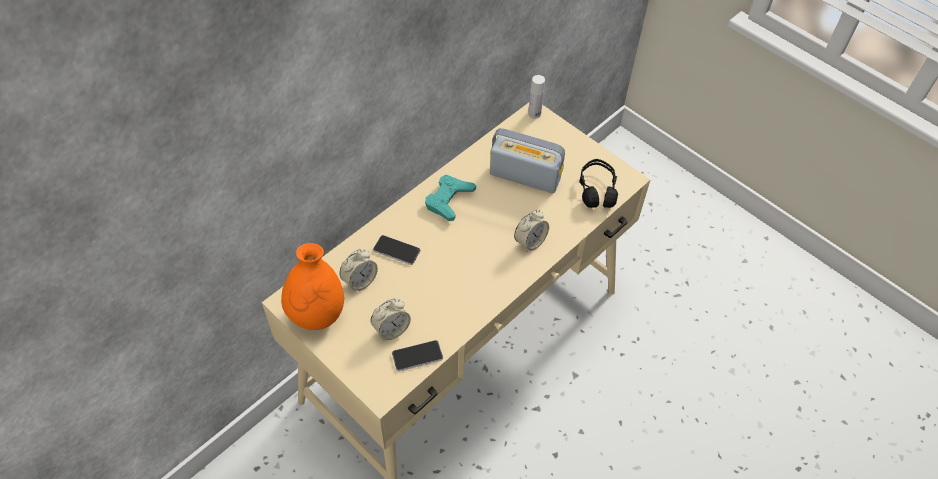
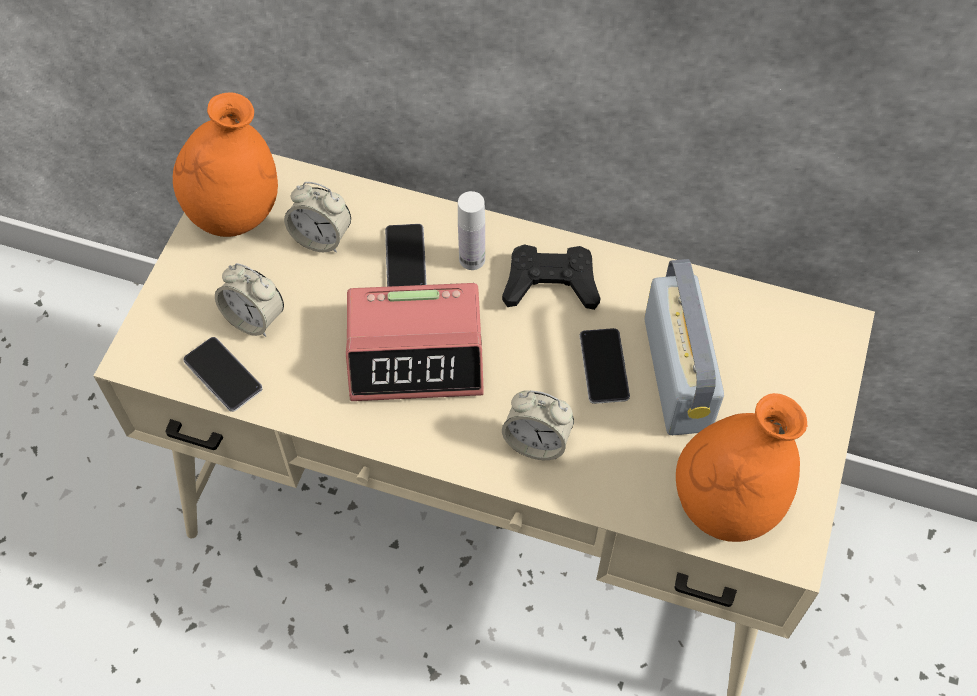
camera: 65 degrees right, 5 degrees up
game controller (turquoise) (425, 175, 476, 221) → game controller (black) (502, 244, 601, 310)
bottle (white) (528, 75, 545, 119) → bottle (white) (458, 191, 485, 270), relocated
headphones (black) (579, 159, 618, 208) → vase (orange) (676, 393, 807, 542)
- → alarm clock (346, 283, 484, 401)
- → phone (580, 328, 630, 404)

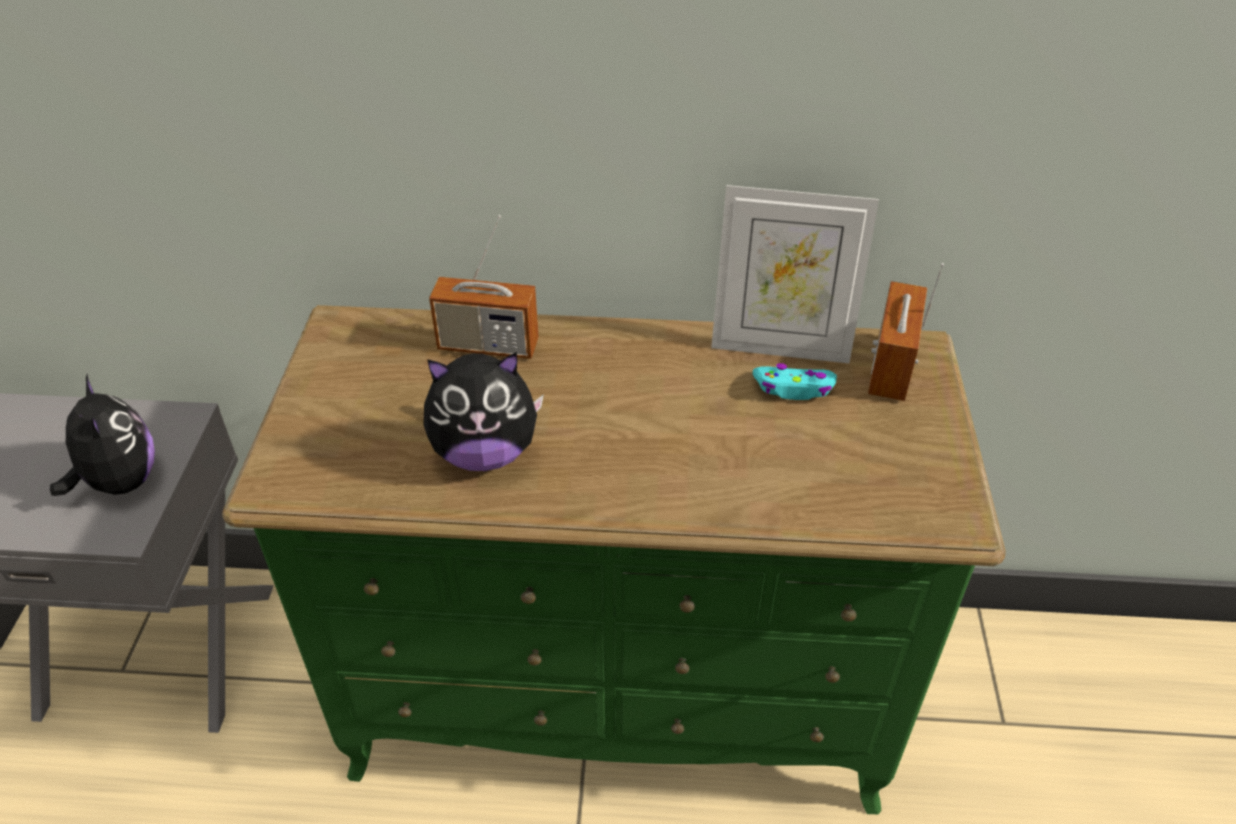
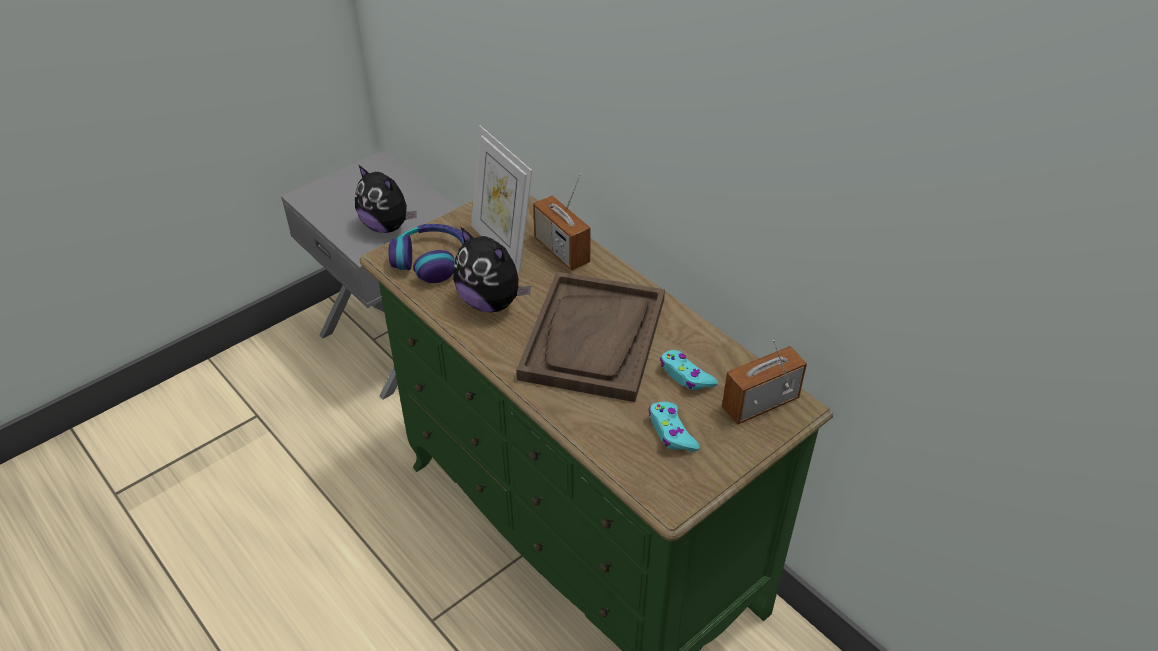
camera: 45 degrees right, 0 degrees up
plush toy (50, 374, 155, 496) → plush toy (355, 165, 417, 233), 105 degrees clockwise
picture frame (711, 185, 879, 363) → picture frame (471, 125, 532, 273), relocated
- → headphones (388, 224, 464, 283)
- → tray (brown) (516, 271, 665, 402)
- → game controller (turquoise) (649, 402, 700, 452)

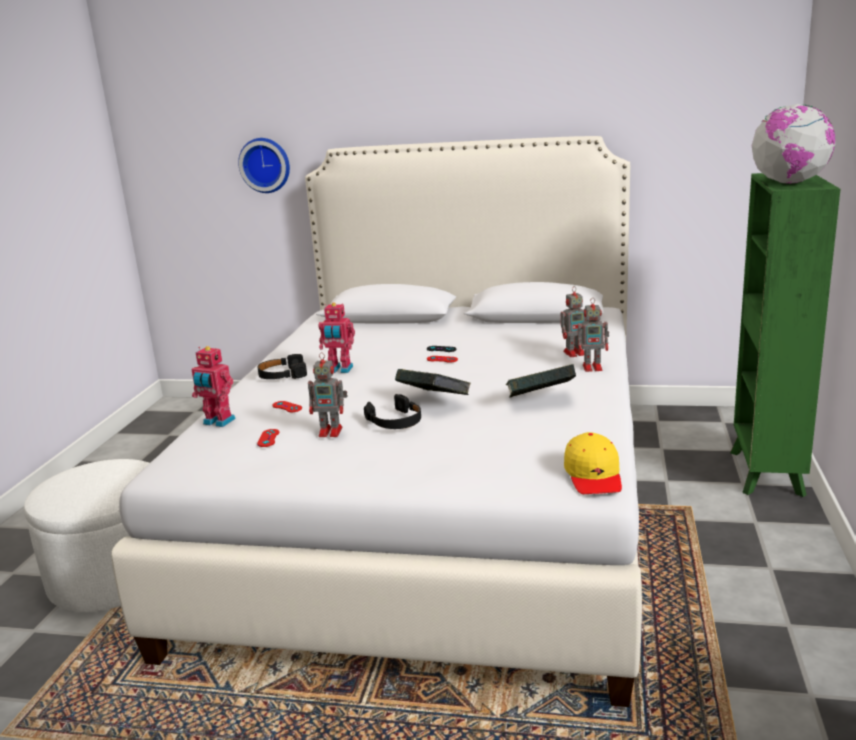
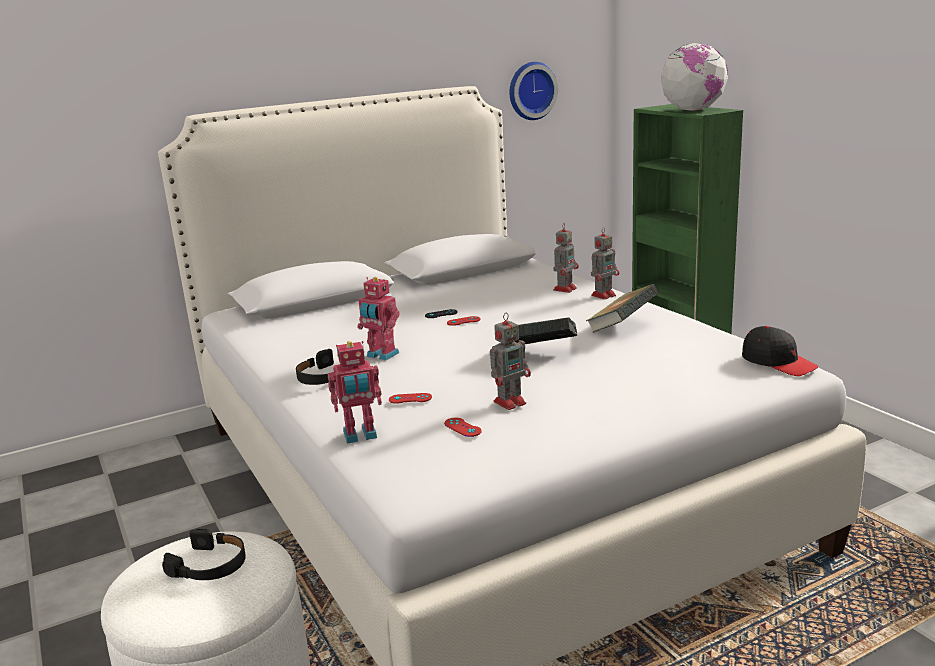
camera: 40 degrees left, 0 degrees up
wall clock (238, 138, 290, 193) → wall clock (509, 62, 558, 120), relocated
toy robot (318, 303, 355, 373) → toy robot (357, 277, 400, 361), 60 degrees clockwise
headphones (black) (364, 394, 421, 429) → headphones (black) (162, 529, 246, 580), relocated
cap (yellow) (564, 432, 622, 494) → cap (black) (742, 326, 819, 376)

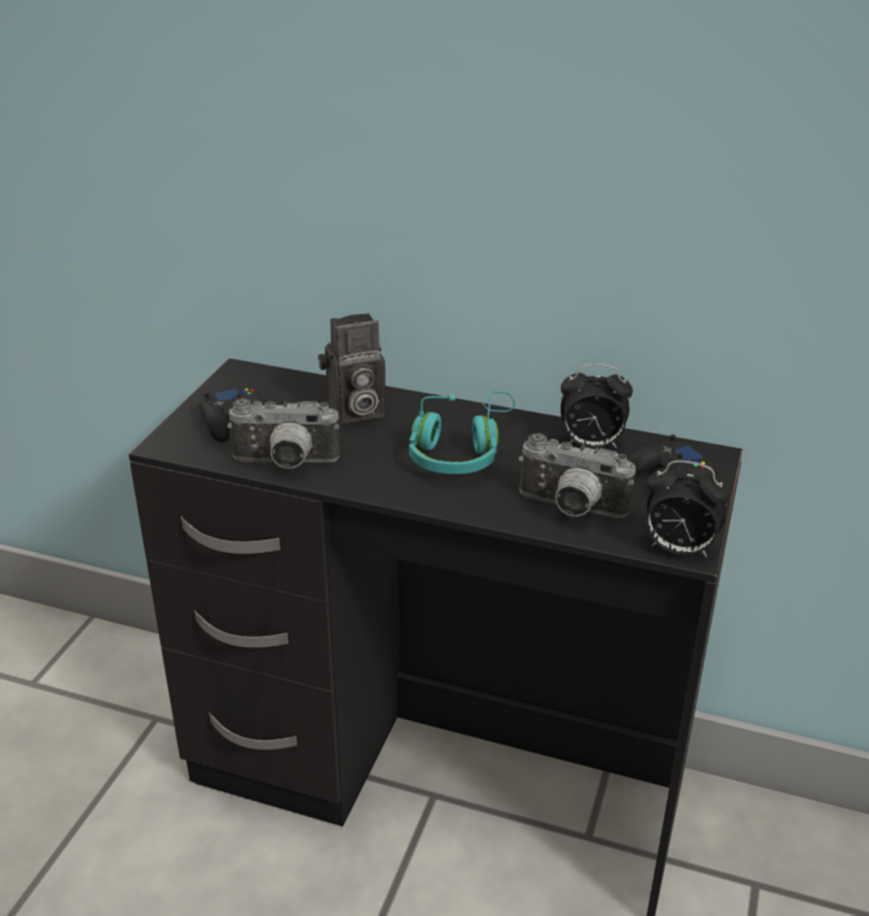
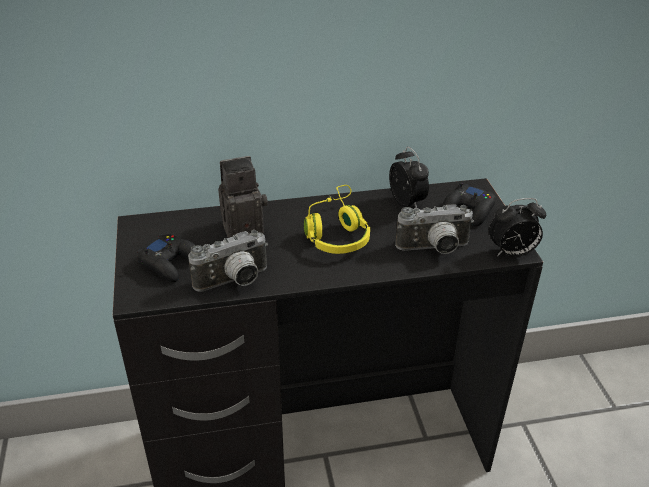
camera: 30 degrees left, 5 degrees up
photo camera (318, 313, 386, 424) → photo camera (218, 156, 268, 238), 150 degrees counterclockwise
headphones (turquoise) (409, 391, 515, 474) → headphones (yellow) (304, 185, 370, 254)
alarm clock (561, 364, 633, 448) → alarm clock (389, 147, 429, 208), 90 degrees counterclockwise

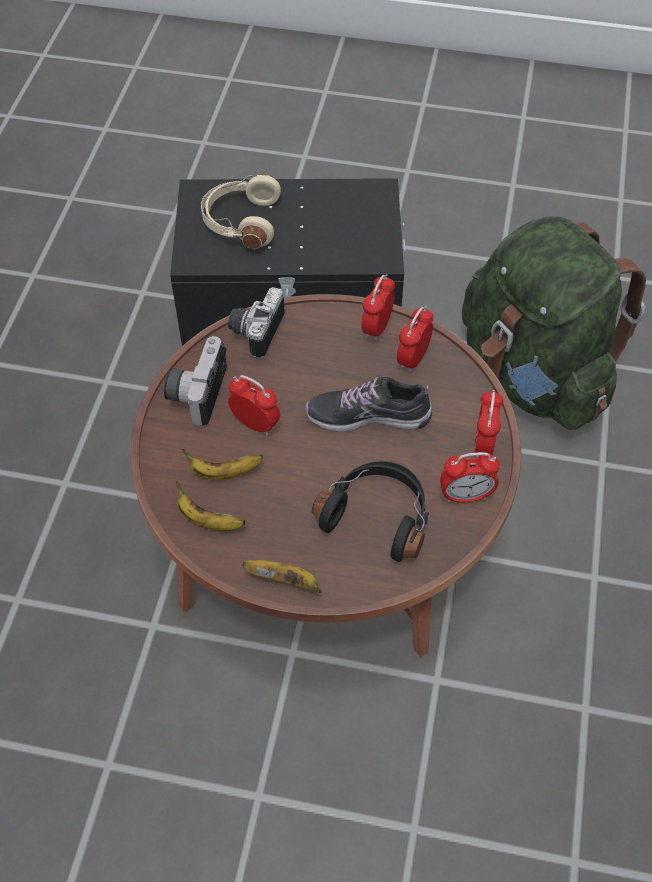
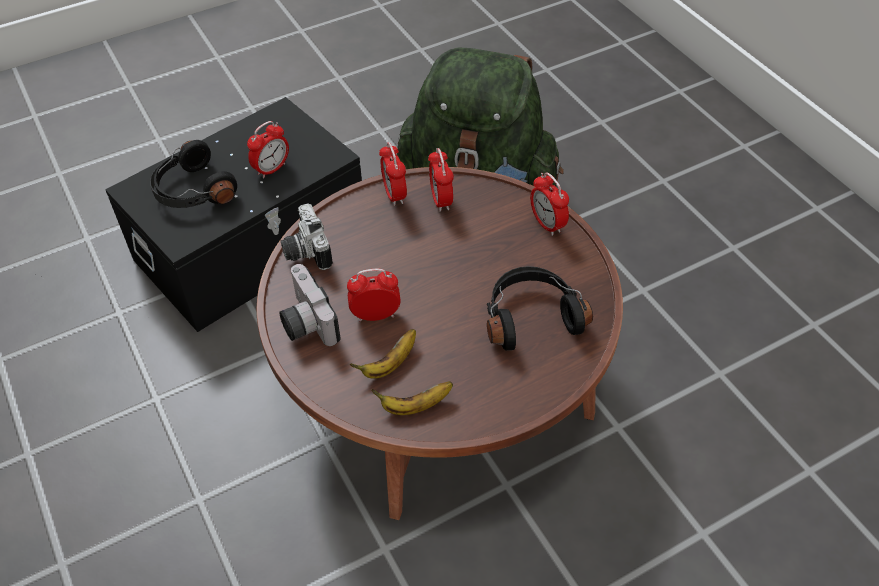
camera: 40 degrees left, 5 degrees down
headphones (beige) (201, 174, 281, 249) → headphones (black) (150, 140, 237, 208)
banana (243, 560, 322, 593) → -
shoe (305, 377, 432, 432) → -
alarm clock (440, 452, 500, 503) → alarm clock (247, 121, 289, 178), relocated

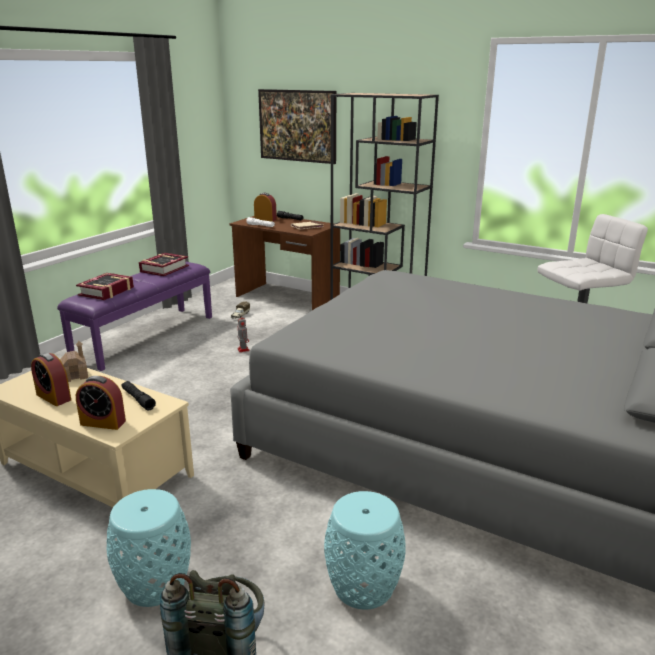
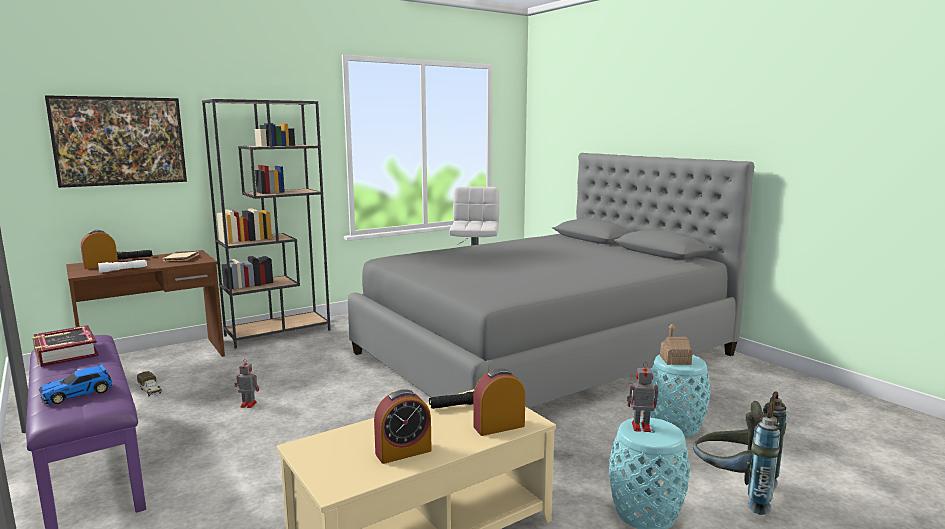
camera: 65 degrees left, 10 degrees down
toy house (60, 341, 88, 382) → toy house (660, 323, 693, 365), relocated
book (76, 273, 134, 300) → toy car (39, 364, 112, 404)
alarm clock (76, 376, 126, 430) → alarm clock (473, 368, 525, 436), 150 degrees counterclockwise
- → toy robot (627, 362, 658, 432)

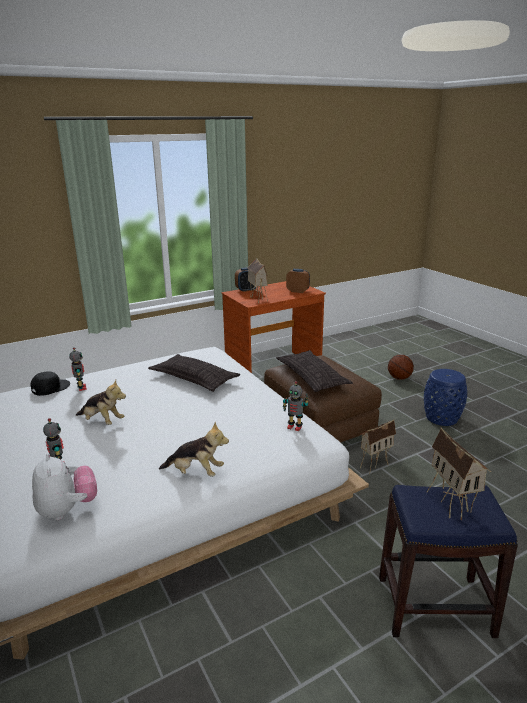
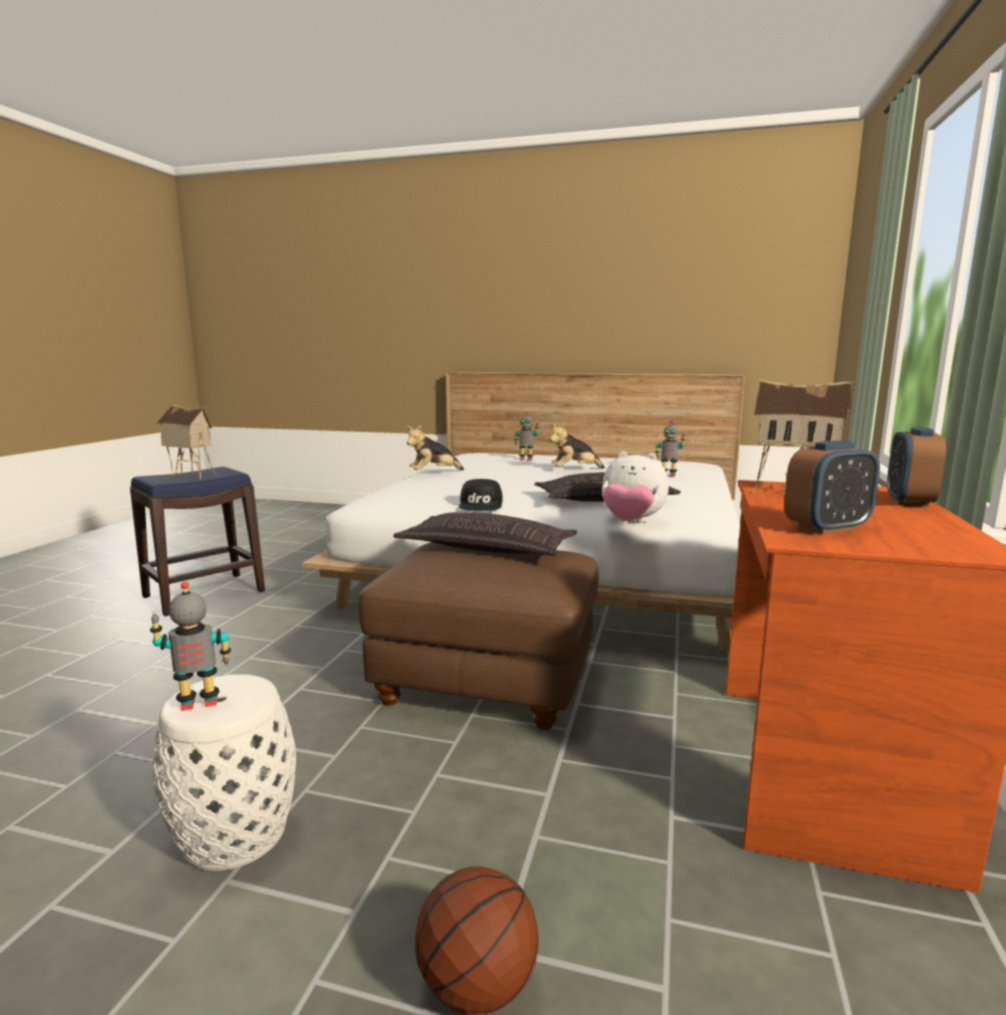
camera: 135 degrees right, 10 degrees down
cap (black) (30, 371, 70, 396) → cap (black) (459, 479, 503, 511), relocated
plush toy (32, 454, 97, 520) → plush toy (602, 451, 669, 523), relocated
toy robot (283, 381, 309, 431) → toy robot (150, 582, 231, 711), relocated
toy house (360, 420, 396, 474) → -
stool (blue) (424, 369, 467, 426) → stool (white) (153, 674, 296, 871)

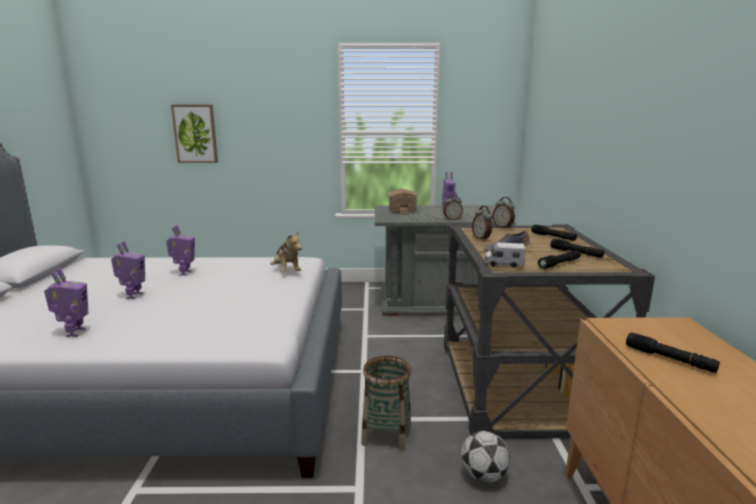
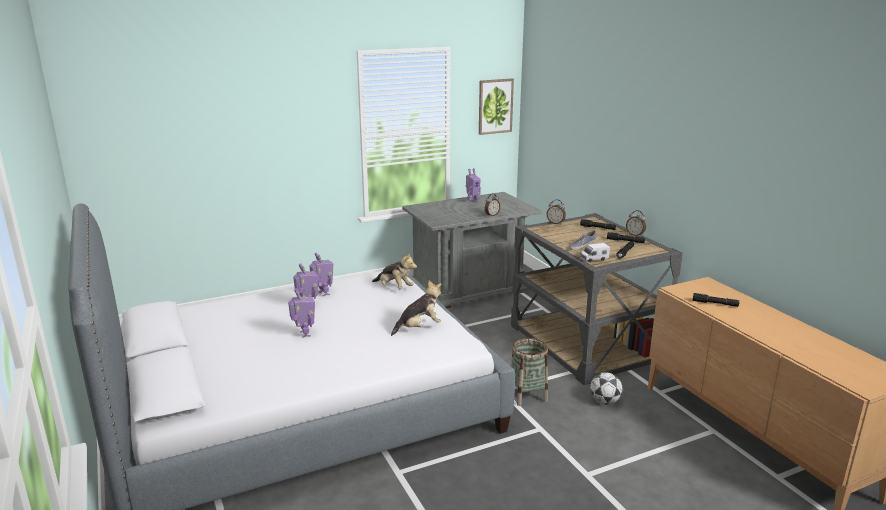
camera: 25 degrees left, 5 degrees up
toy robot (44, 269, 88, 337) → toy robot (309, 253, 333, 296), relocated
picture (171, 105, 218, 163) → picture (479, 79, 514, 135), relocated
toy house (387, 189, 419, 215) → -
alarm clock (472, 206, 493, 241) → alarm clock (626, 210, 646, 237), relocated
- → plush toy (391, 280, 441, 336)

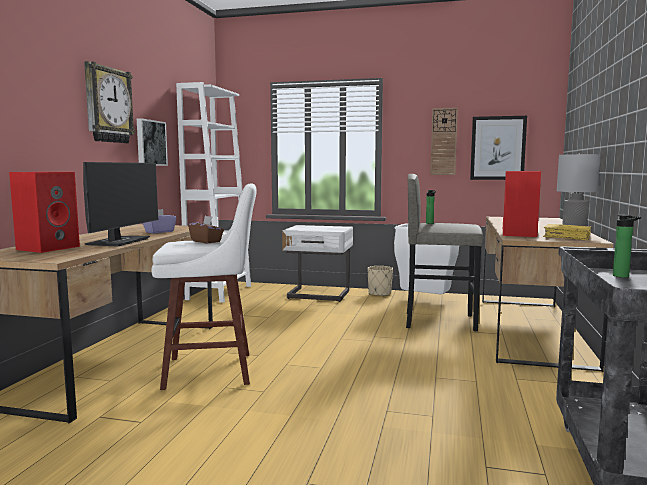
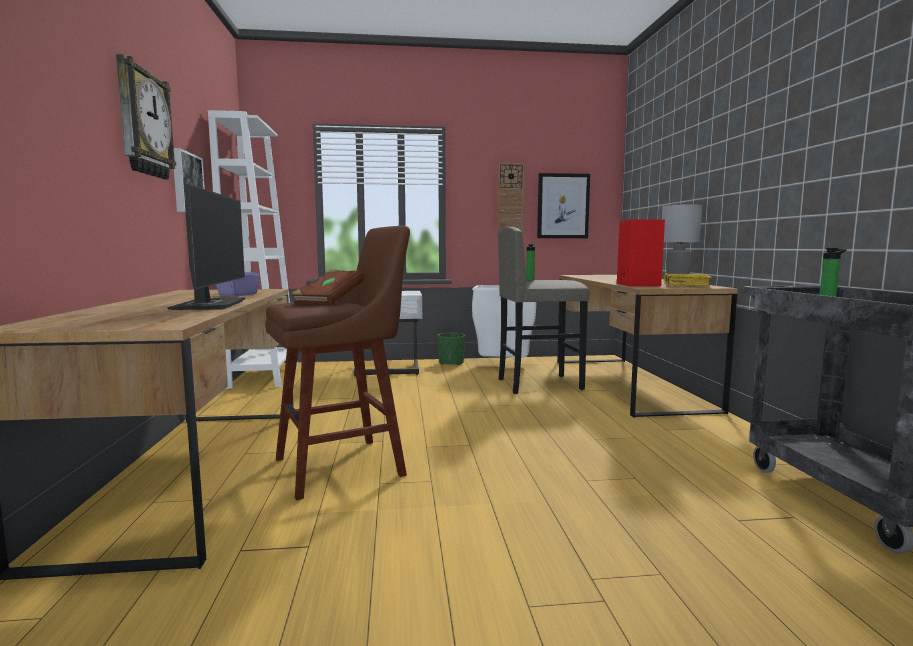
camera: 20 degrees left, 0 degrees up
speaker (red) (9, 172, 80, 253) → -
stool (white) (152, 184, 257, 390) → stool (brown) (265, 226, 410, 500)
tissue box (brown) (188, 216, 224, 243) → book (brown) (291, 269, 365, 304)
planter (beige) (367, 266, 393, 297) → planter (green) (437, 333, 465, 365)

